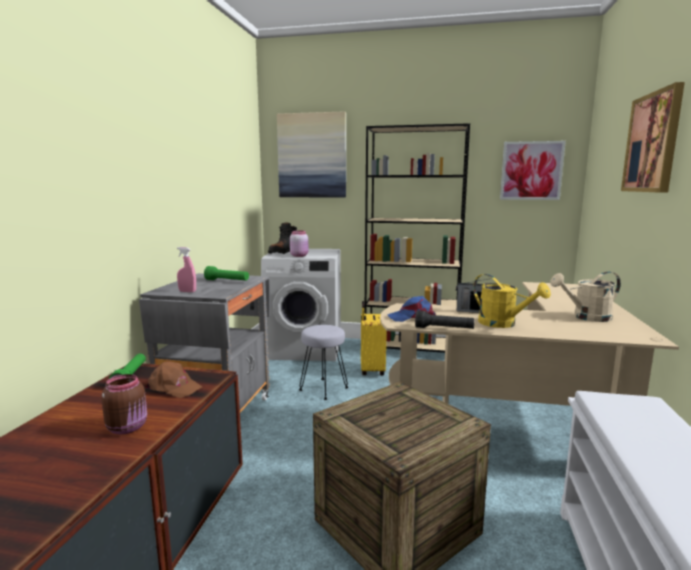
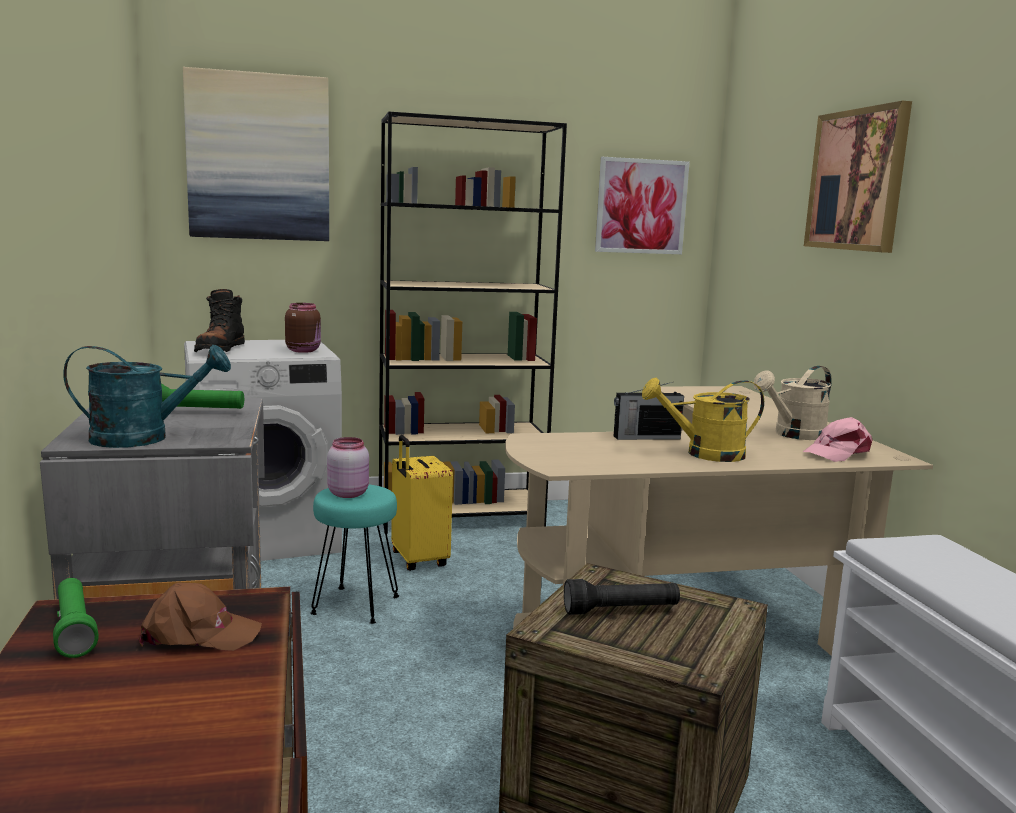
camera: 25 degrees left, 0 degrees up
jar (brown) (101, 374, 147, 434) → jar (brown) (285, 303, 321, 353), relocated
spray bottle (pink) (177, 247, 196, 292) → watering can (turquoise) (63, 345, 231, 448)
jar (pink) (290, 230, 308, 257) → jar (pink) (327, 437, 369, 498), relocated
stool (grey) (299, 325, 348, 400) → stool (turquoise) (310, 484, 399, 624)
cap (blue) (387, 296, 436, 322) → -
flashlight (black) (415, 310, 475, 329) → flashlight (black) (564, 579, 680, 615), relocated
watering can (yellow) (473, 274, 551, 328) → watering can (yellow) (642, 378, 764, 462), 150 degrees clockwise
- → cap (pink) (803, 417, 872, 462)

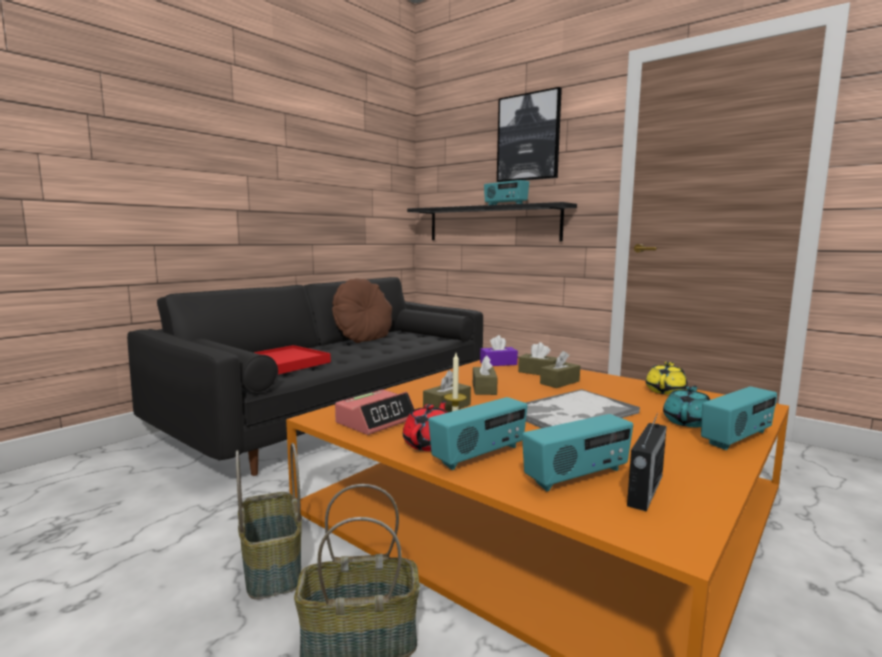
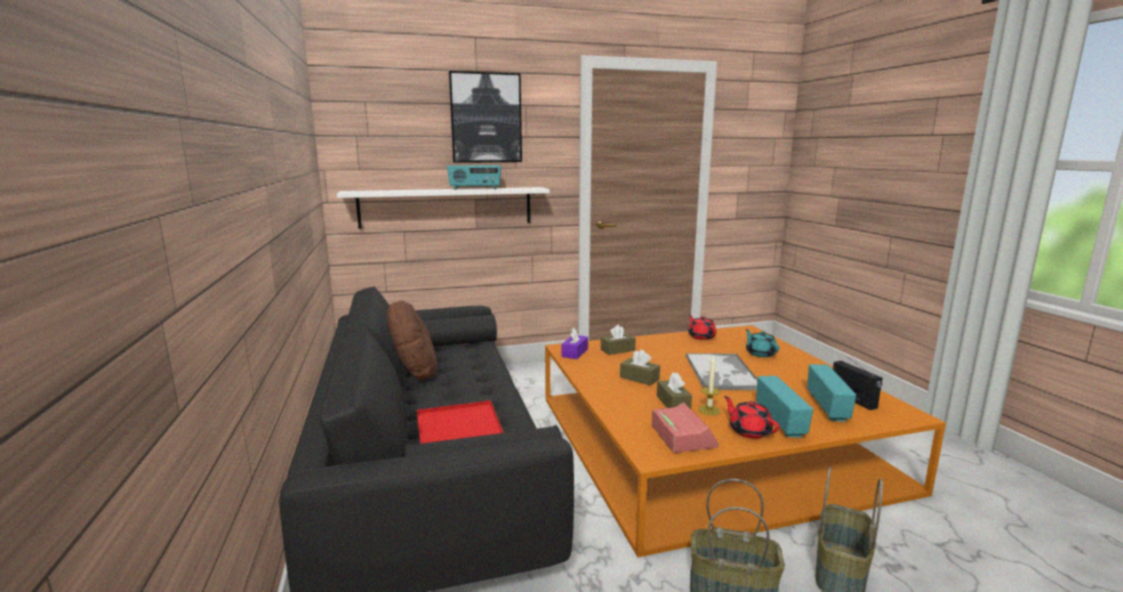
camera: 55 degrees left, 5 degrees up
shelf (black) (407, 202, 577, 241) → shelf (white) (337, 187, 550, 229)
tissue box (brown) (540, 351, 580, 388) → -
teapot (yellow) (646, 362, 688, 395) → teapot (red) (688, 315, 716, 340)
radio (701, 386, 777, 450) → -

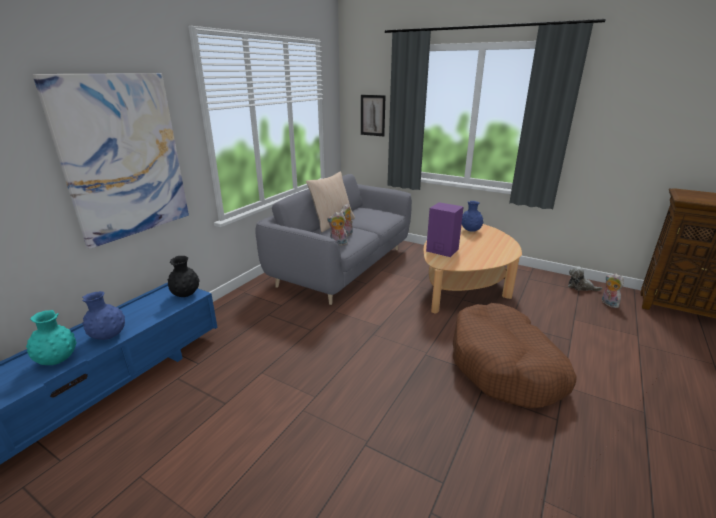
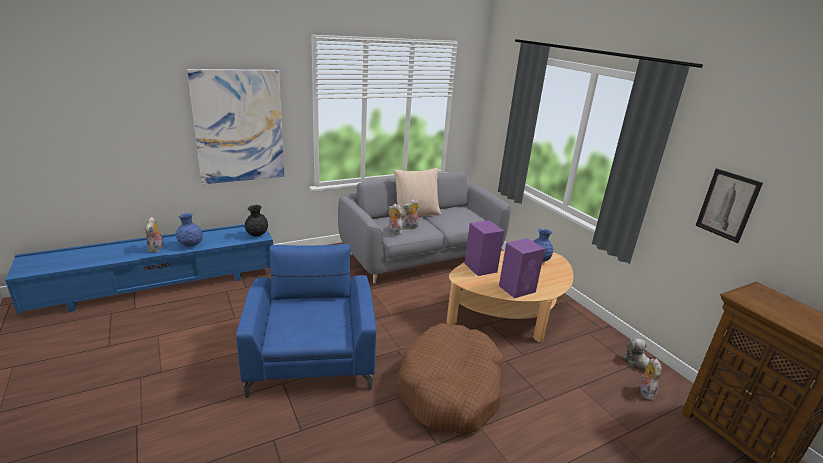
camera: 30 degrees right, 0 degrees up
vase (turquoise) (26, 310, 77, 365) → plush toy (145, 217, 163, 253)
picture (361, 95, 386, 136) → picture (695, 168, 763, 243), relocated
- → armchair (blue) (236, 244, 376, 398)
- → speaker (purple) (499, 238, 545, 298)

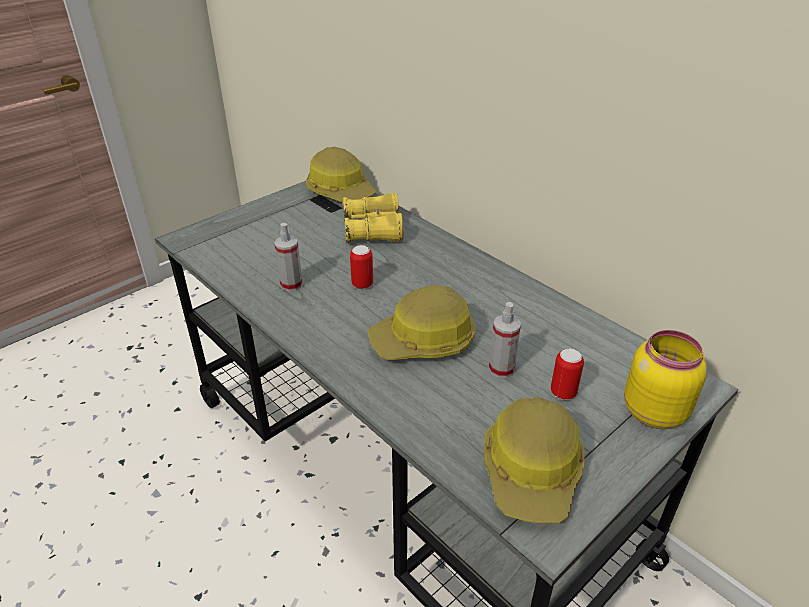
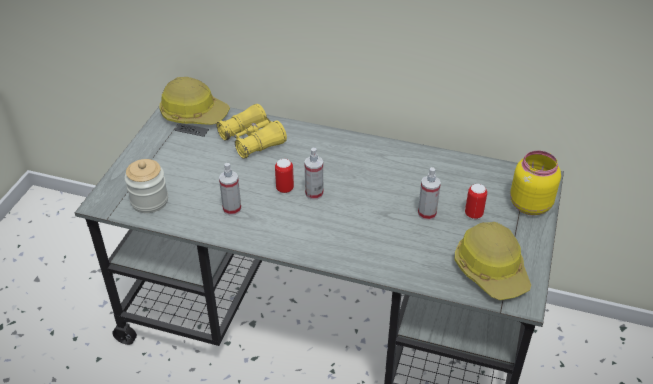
camera: 30 degrees left, 5 degrees up
hard hat (368, 285, 476, 360) → -
- → jar (125, 159, 168, 213)
- → spray bottle (305, 148, 323, 200)

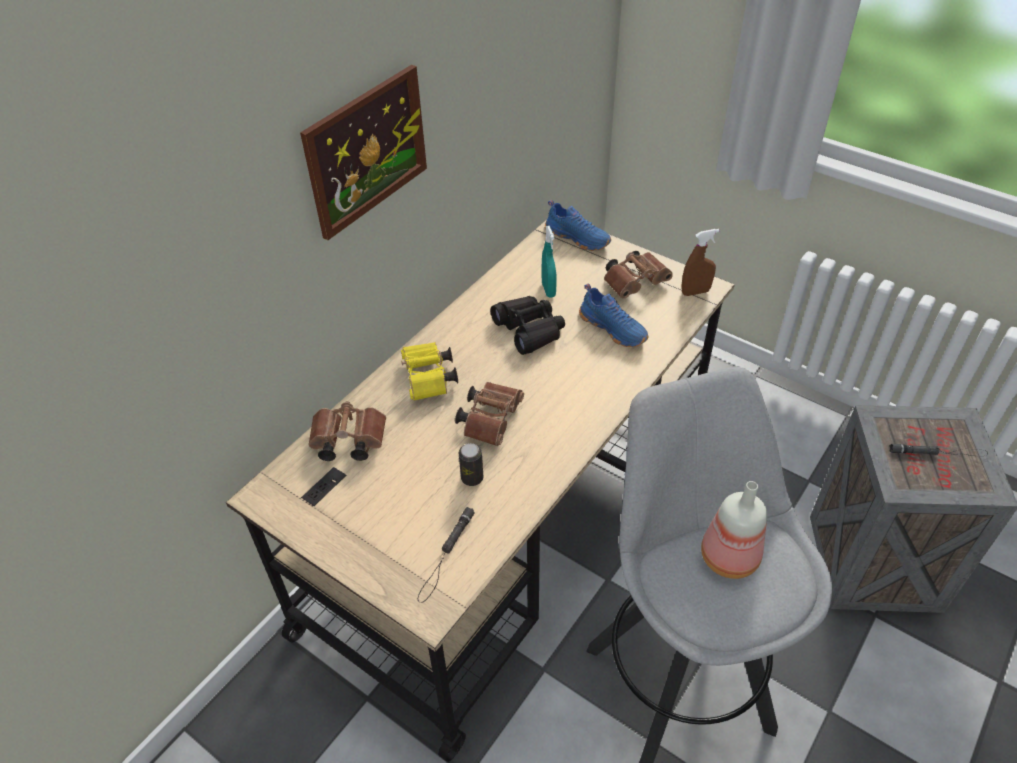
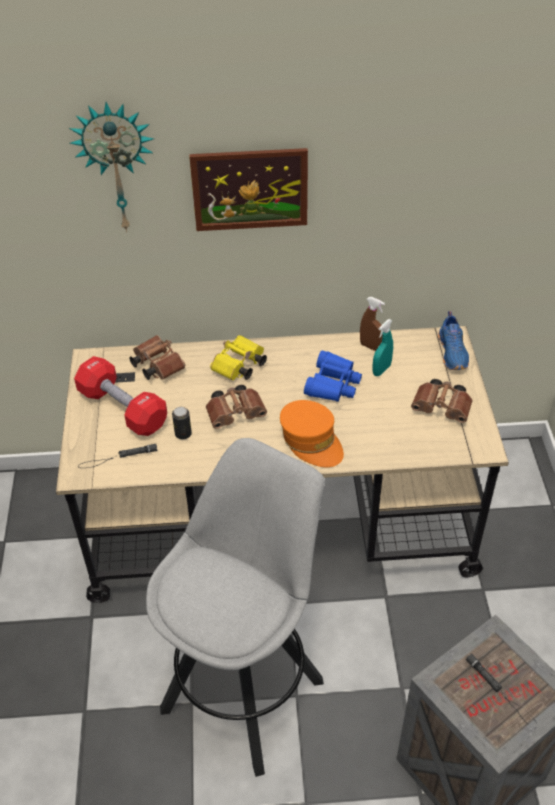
camera: 50 degrees right, 0 degrees up
binoculars (black) (491, 296, 565, 355) → binoculars (blue) (304, 350, 362, 402)
shoe (blue) (579, 283, 648, 347) → -
spray bottle (brown) (681, 229, 719, 296) → spray bottle (brown) (360, 297, 385, 351), relocated
bottle (701, 481, 767, 579) → -
- → wall clock (69, 102, 154, 232)
- → dumbbell (red) (74, 356, 167, 436)
- → cap (orange) (280, 400, 344, 467)

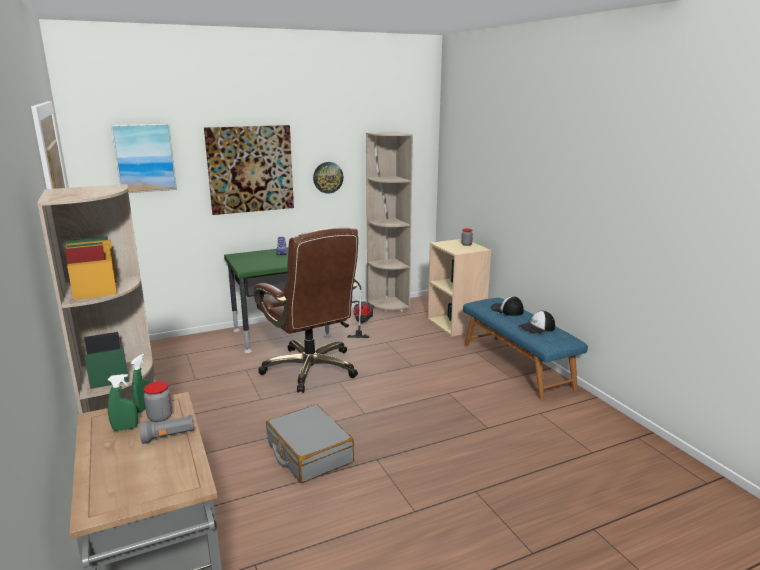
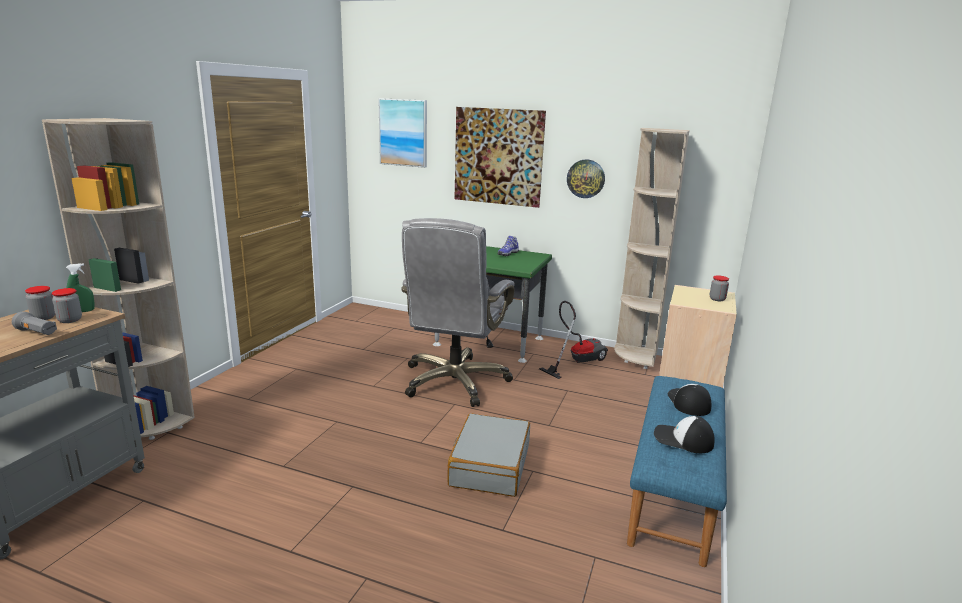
camera: 45 degrees right, 0 degrees up
spray bottle (green) (107, 374, 138, 431) → jar (25, 286, 55, 320)
office chair (brown) (254, 228, 358, 393) → office chair (grey) (401, 218, 515, 407)
suitcase (grey) (266, 404, 354, 483) → suitcase (grey) (447, 413, 530, 497), relocated

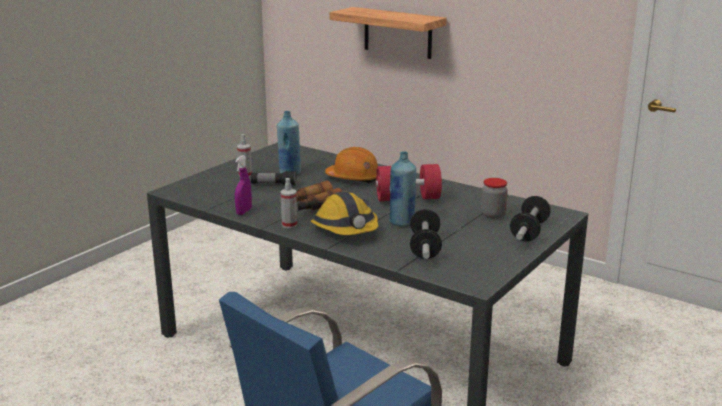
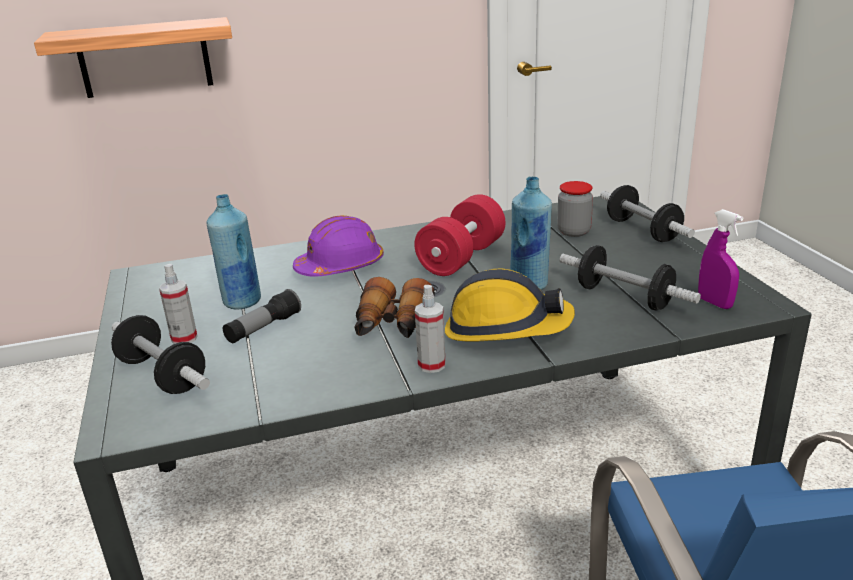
camera: 50 degrees left, 5 degrees up
spray bottle (purple) (235, 155, 252, 215) → spray bottle (purple) (698, 209, 743, 309), relocated
hard hat (orange) (325, 147, 378, 183) → hard hat (purple) (293, 215, 384, 276)
- → dumbbell (111, 315, 210, 394)

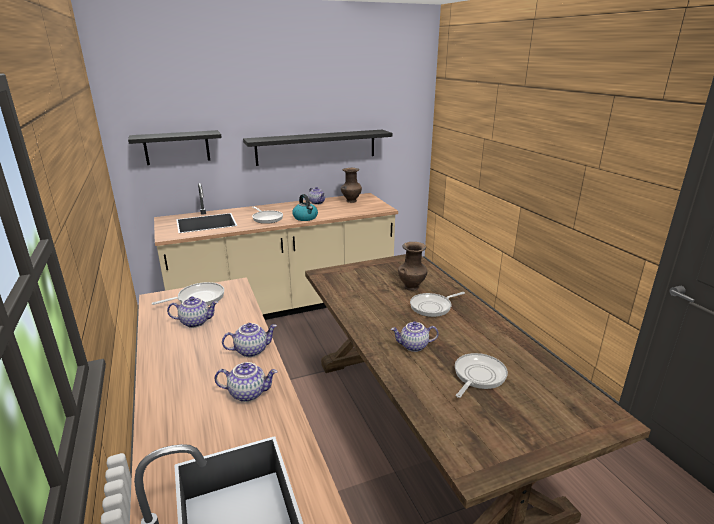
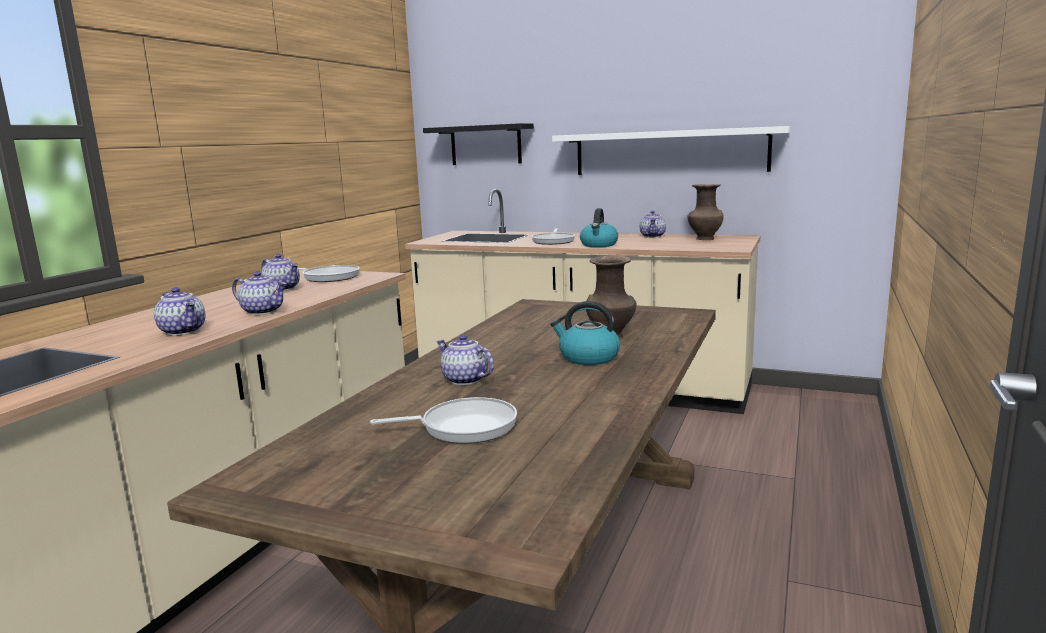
camera: 45 degrees right, 10 degrees down
shelf (black) (243, 130, 392, 166) → shelf (white) (552, 126, 790, 175)
frying pan (410, 292, 465, 317) → kettle (550, 301, 620, 365)

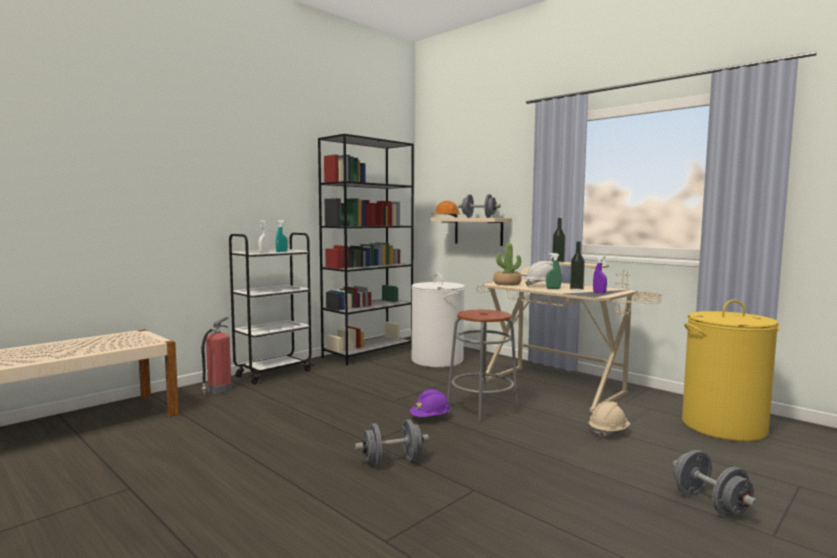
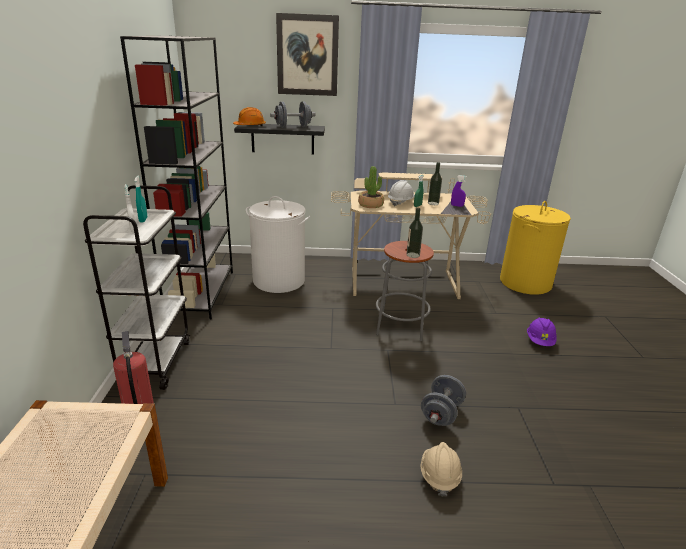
camera: 45 degrees left, 20 degrees up
hard hat (purple) (410, 389, 451, 417) → hard hat (purple) (527, 317, 557, 346), relocated
shelf (beige) (431, 218, 512, 246) → shelf (black) (234, 124, 325, 154)
bottle (552, 218, 565, 263) → bottle (406, 208, 423, 258), relocated
hard hat (beige) (589, 401, 631, 438) → hard hat (beige) (420, 442, 462, 497), relocated
dumbbell (grey) (673, 450, 758, 517) → -
- → picture (276, 13, 339, 96)

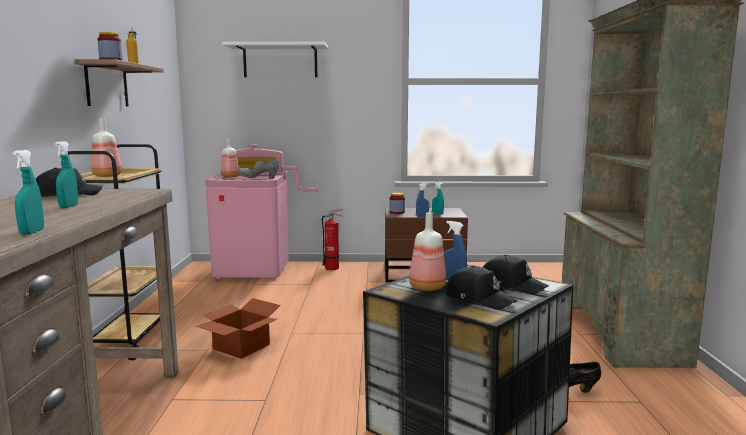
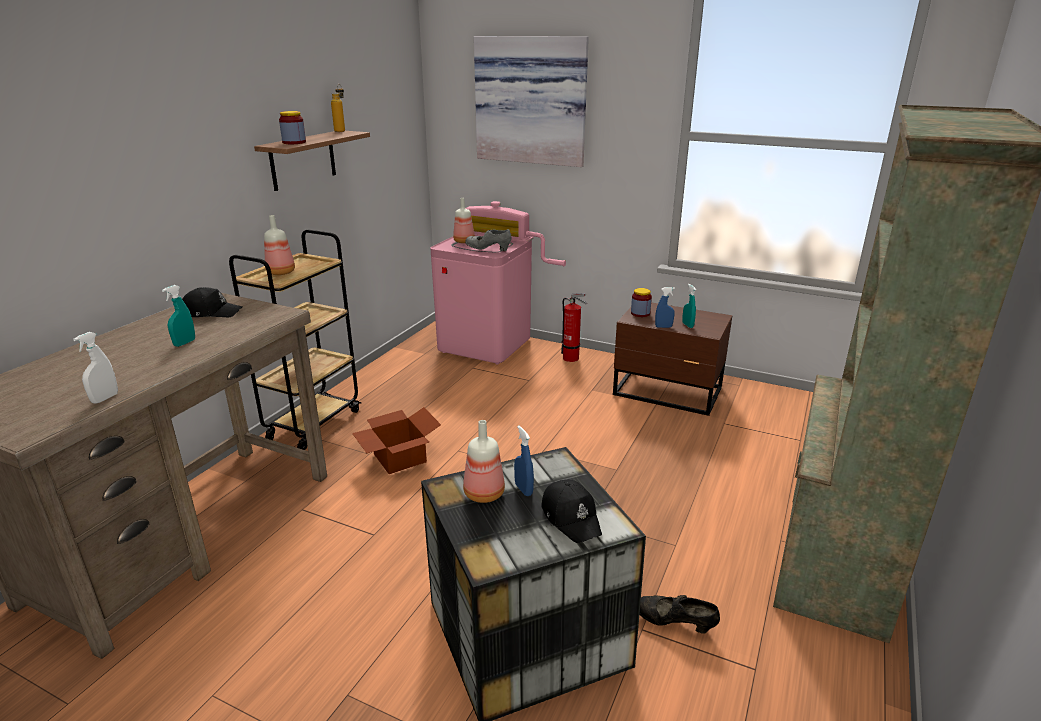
camera: 25 degrees right, 15 degrees up
spray bottle (turquoise) (13, 150, 44, 235) → spray bottle (white) (73, 332, 118, 404)
shelf (white) (222, 42, 328, 77) → picture (474, 36, 589, 167)
cap (black) (445, 265, 517, 310) → -

